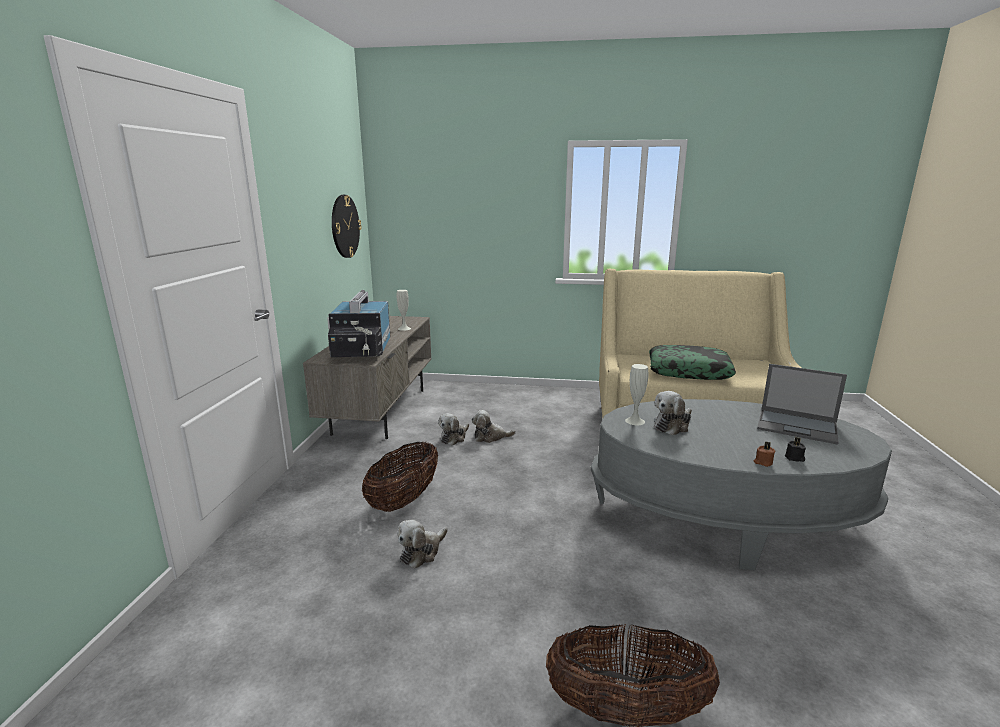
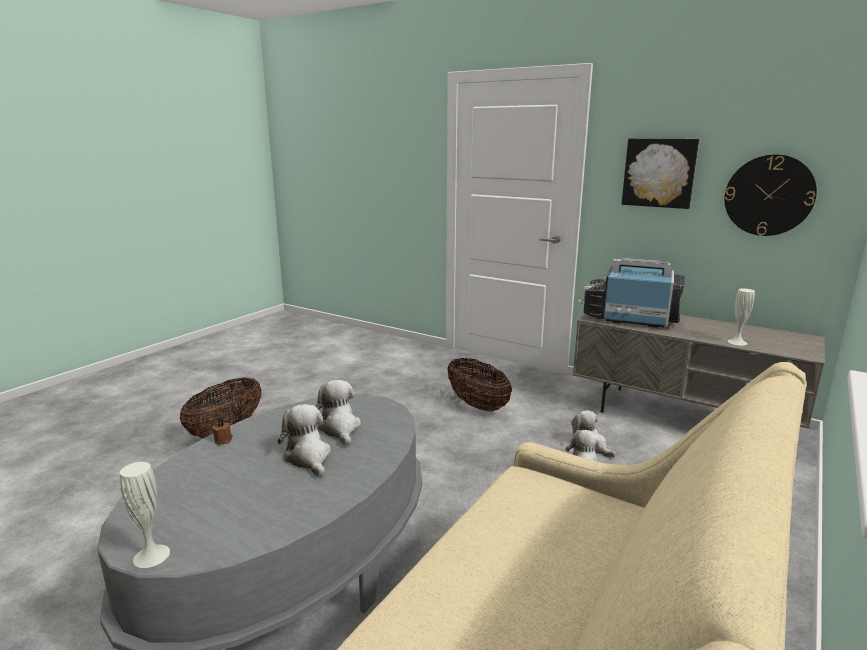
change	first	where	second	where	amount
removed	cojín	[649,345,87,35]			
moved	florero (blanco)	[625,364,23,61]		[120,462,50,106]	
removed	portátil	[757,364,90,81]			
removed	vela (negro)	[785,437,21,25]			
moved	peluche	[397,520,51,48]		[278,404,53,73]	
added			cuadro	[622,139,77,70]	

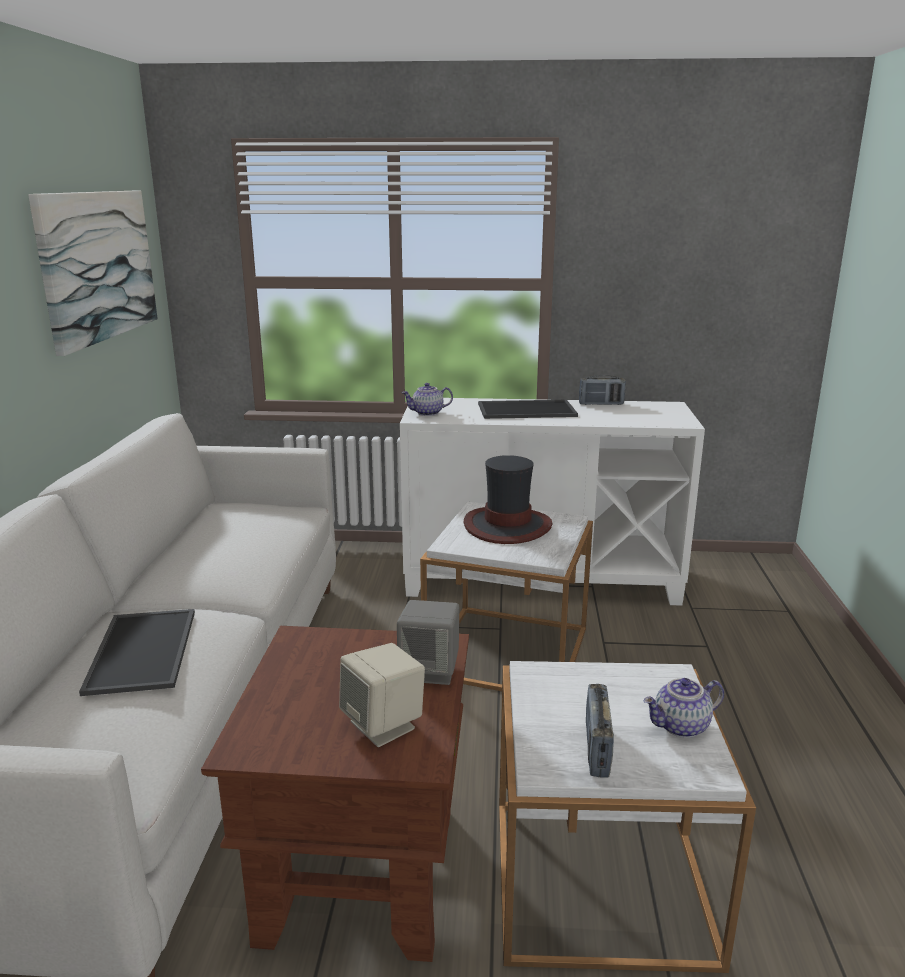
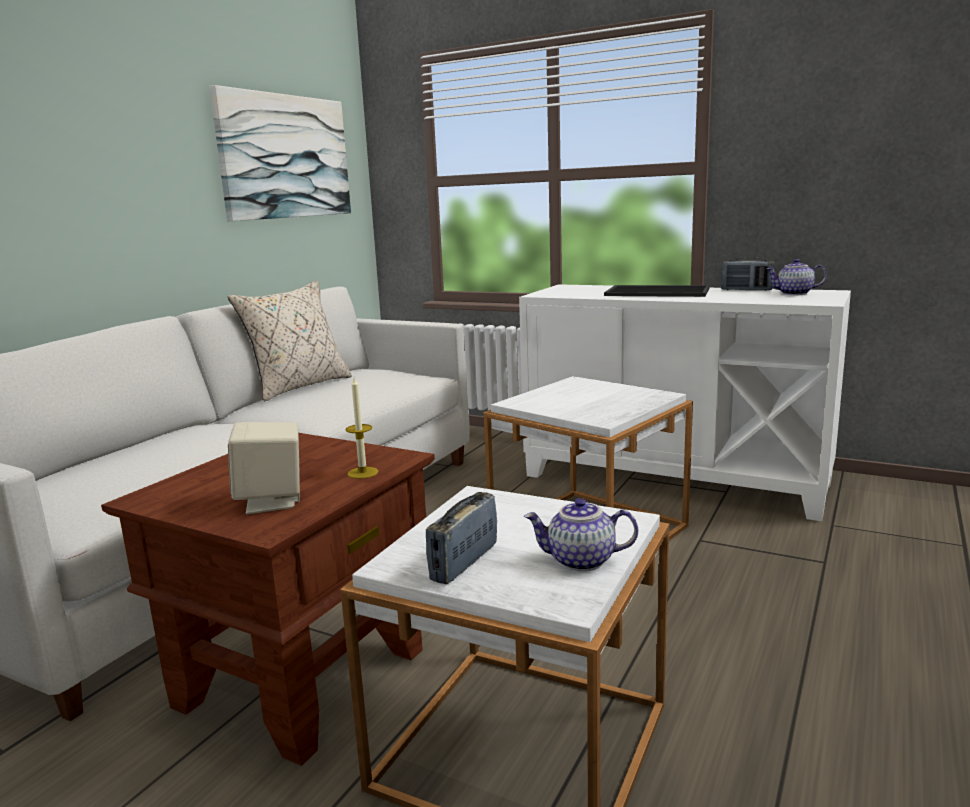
change	first	where	second	where	amount
moved	tetera	[402,383,51,33]		[766,259,61,36]	
removed	sombrero	[464,455,88,89]			
replaced	altavoz (gris)	[397,600,62,85]	vela	[345,378,33,101]	
removed	bandeja	[79,609,116,87]			
added			cojín (beis)	[227,281,125,120]	

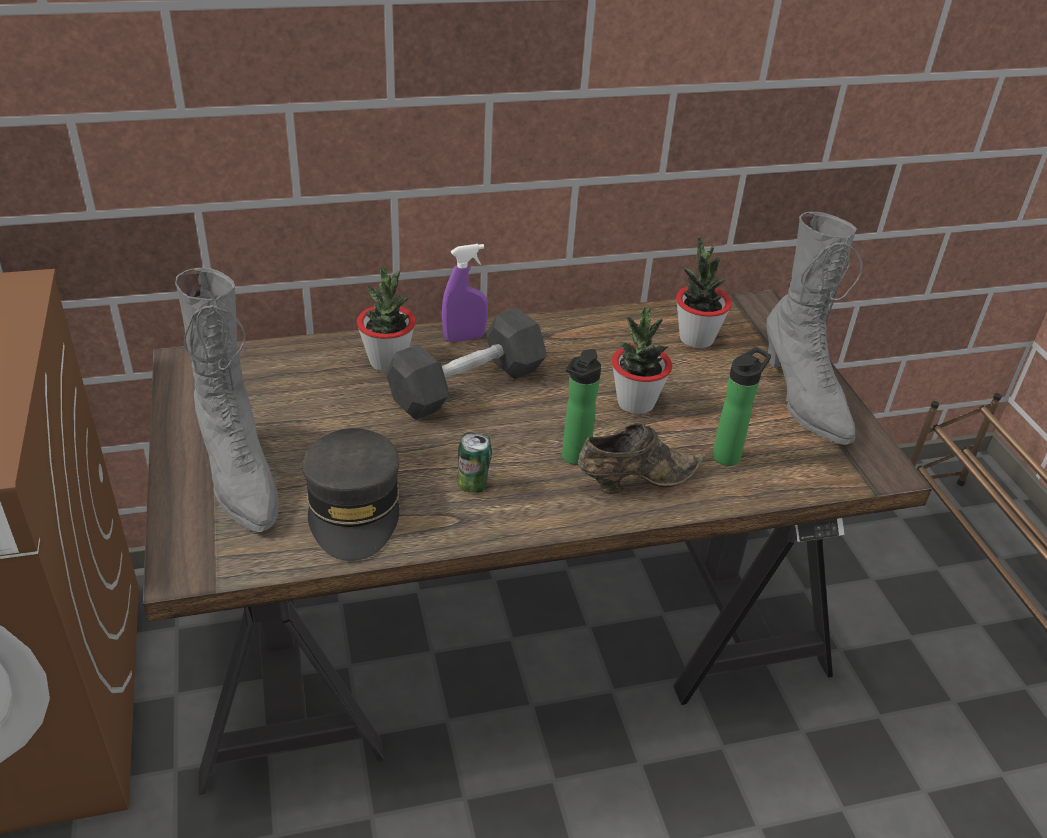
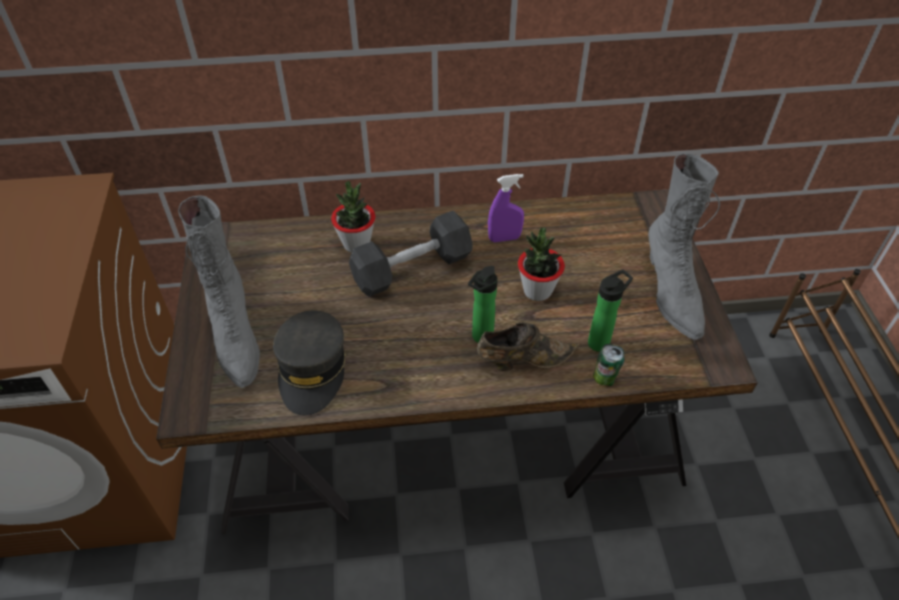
change	first	where	second	where	amount
removed	planta en maceta	[676,235,56,114]			
moved	pulverizador (morado)	[442,244,46,98]		[488,174,36,68]	
moved	lata	[457,432,35,60]		[593,344,32,42]	

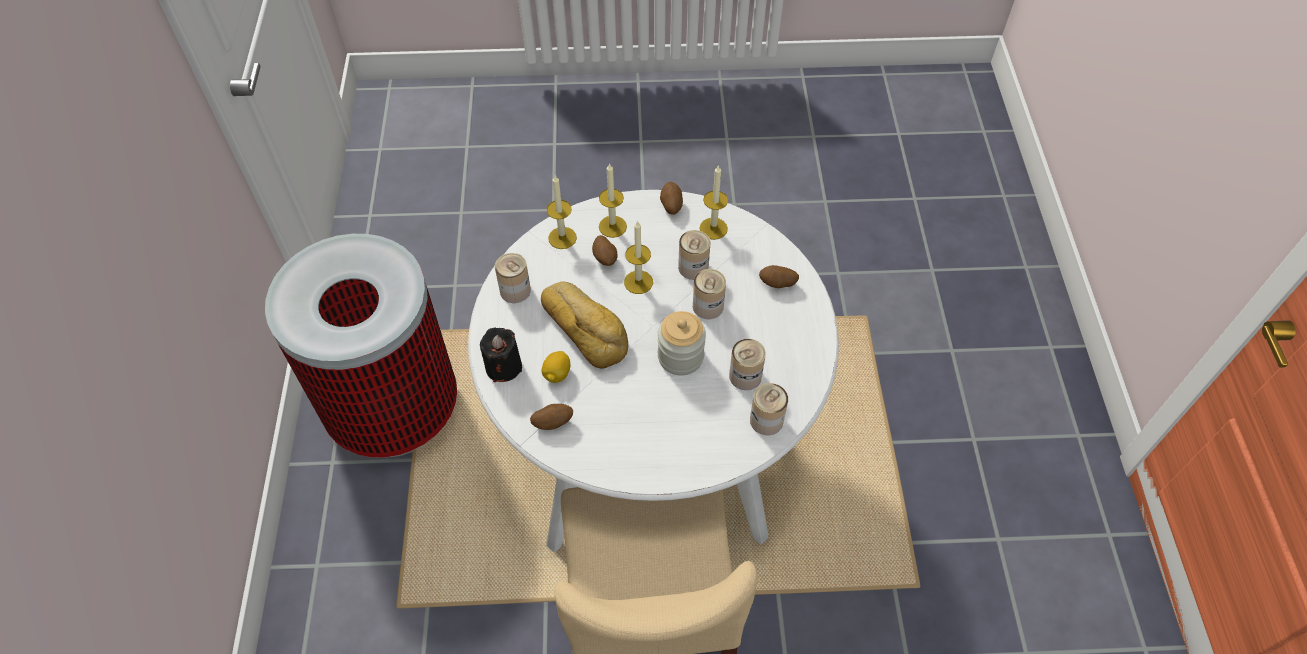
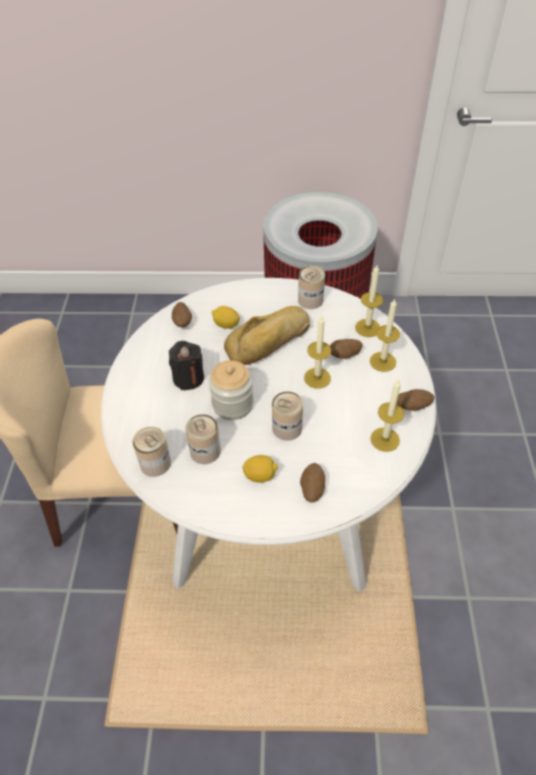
change	first	where	second	where	amount
removed	lata	[678,230,33,50]			
moved	vela (negro)	[480,328,42,54]		[169,341,35,49]	
added			limón	[243,455,35,28]	

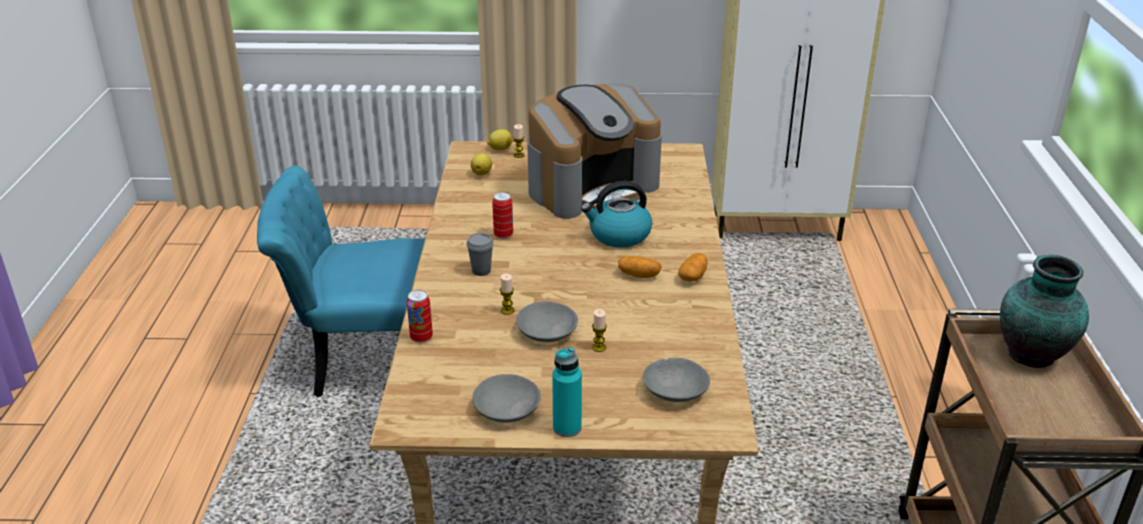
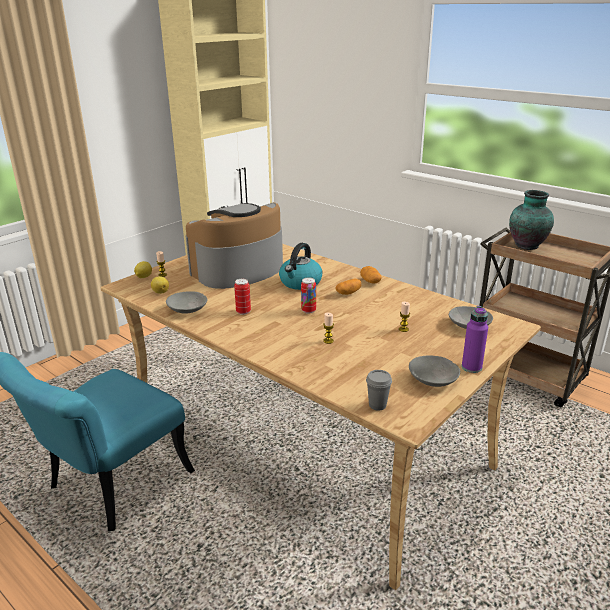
change	first	where	second	where	amount
turned	cafetera	[527,84,135,135]		[186,202,97,87]	135 degrees counterclockwise
moved	taza (gris)	[466,233,28,43]		[366,370,26,41]	
moved	lata	[407,290,26,53]		[301,277,15,37]	
moved	cuenco (gris)	[516,302,62,40]		[166,291,42,23]	
recoloured	botella (turquesa)	[552,347,30,90]	botella (morado)	[462,306,26,67]	

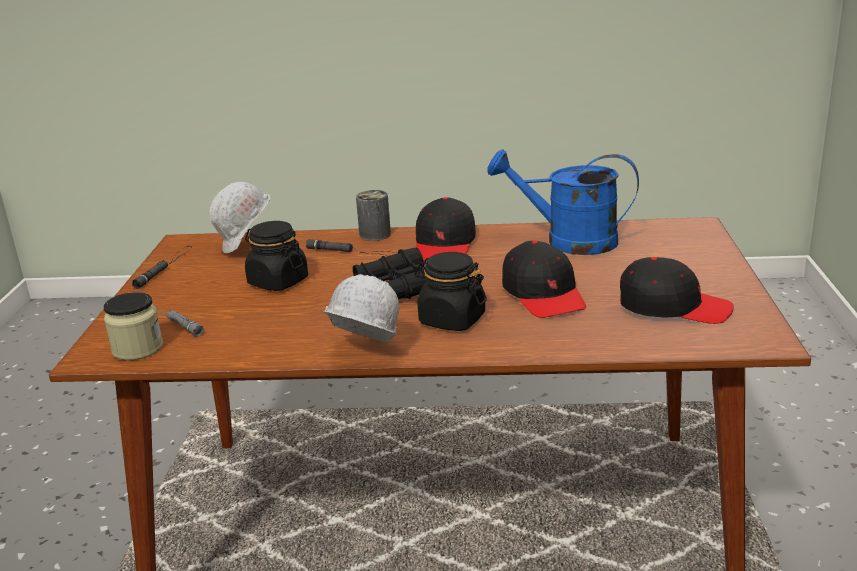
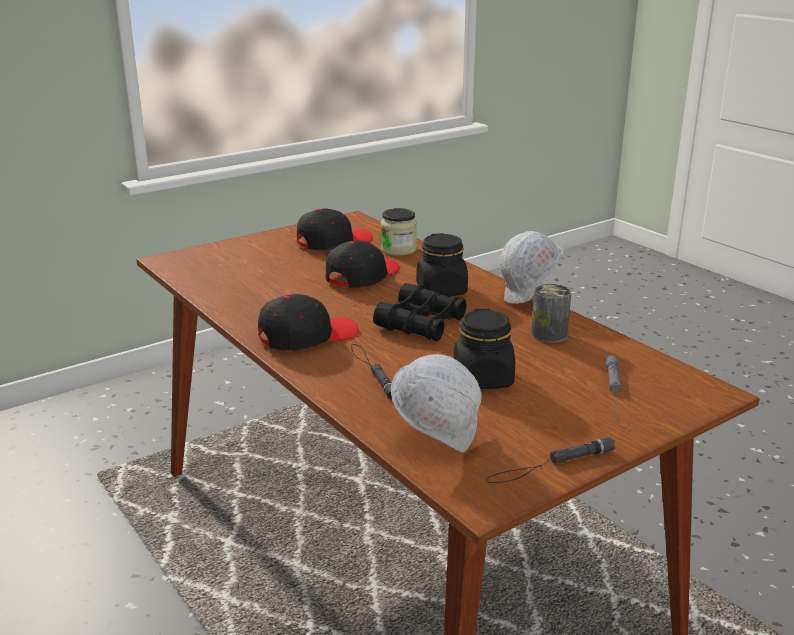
change	first	where	second	where	amount
removed	regadera (azul)	[487,149,152,106]			
moved	lata	[356,190,35,51]		[531,284,40,59]	
turned	gorra (negro)	[620,257,114,67]		[297,209,76,41]	75 degrees clockwise
moved	tarro	[104,292,59,69]		[381,208,36,47]	

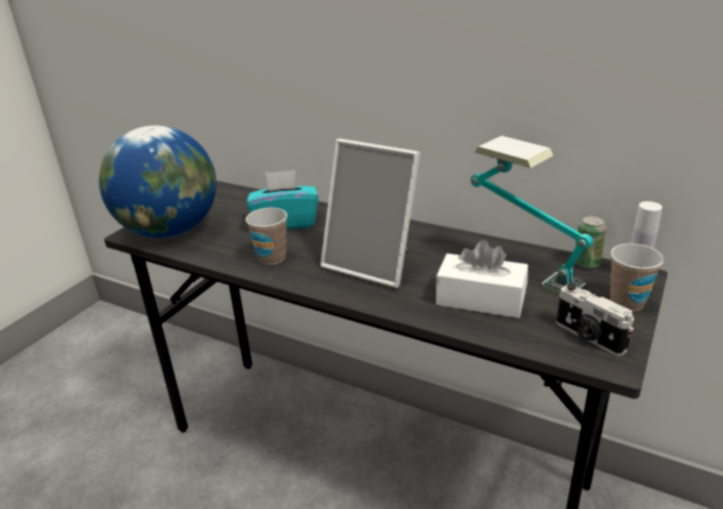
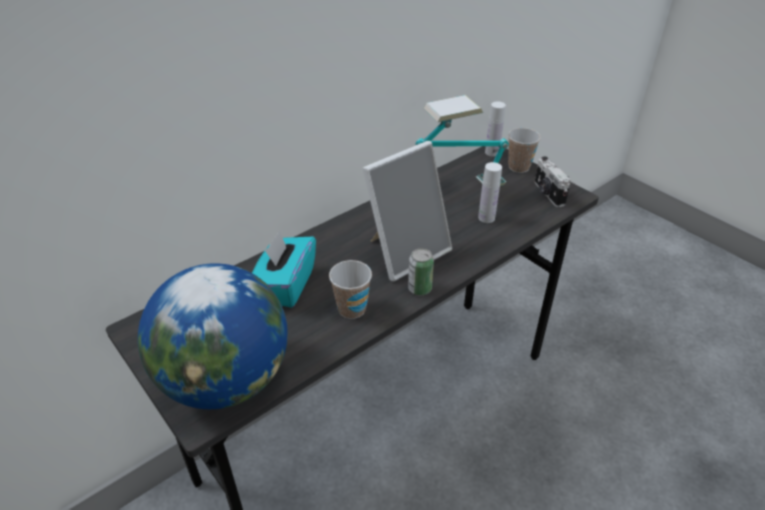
change	first	where	second	where	amount
moved	lata	[575,215,32,54]		[408,248,26,47]	
replaced	caja de pañuelos (blanco)	[436,240,92,78]	botella (blanco)	[478,162,24,61]	
turned	cámara	[556,283,78,73]		[535,156,35,51]	90 degrees clockwise

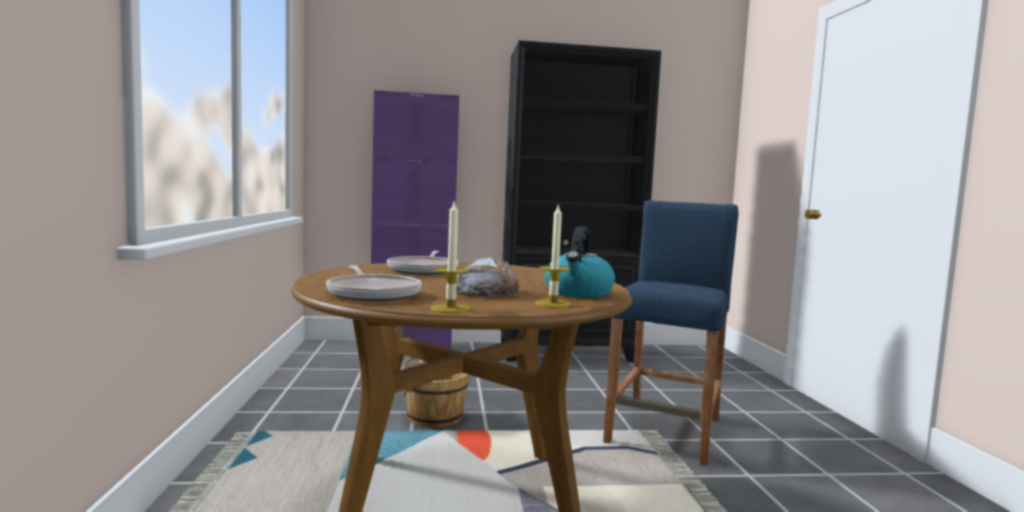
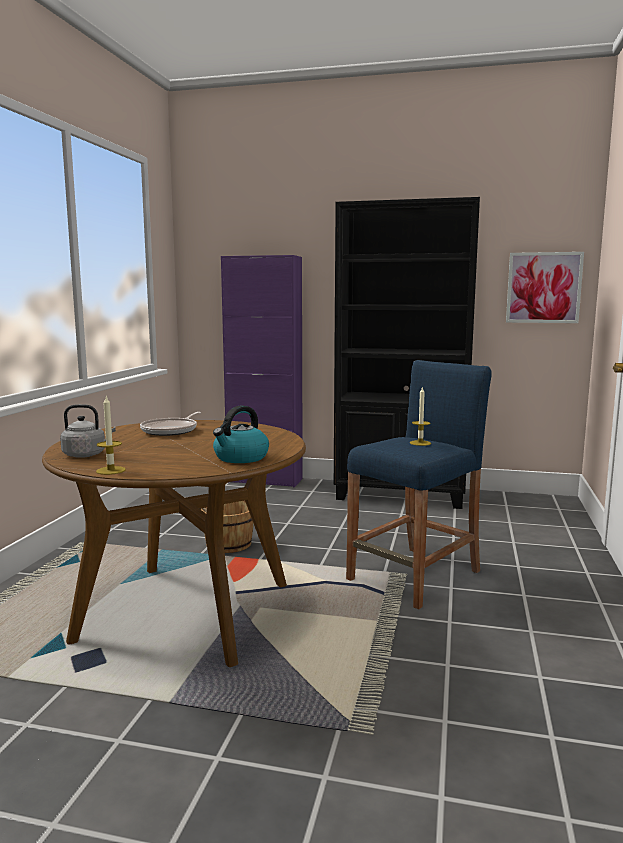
change	first	where	second	where	amount
moved	vela	[535,203,37,105]		[410,386,21,60]	
removed	pan	[456,257,65,39]			
replaced	sartén	[326,265,96,36]	hervidor (gris)	[60,404,56,54]	
added			cuadro	[506,252,78,71]	

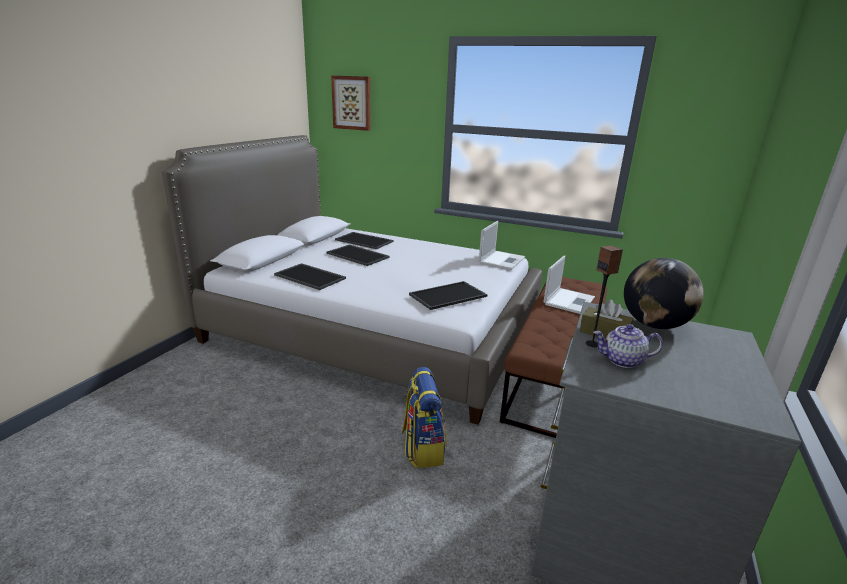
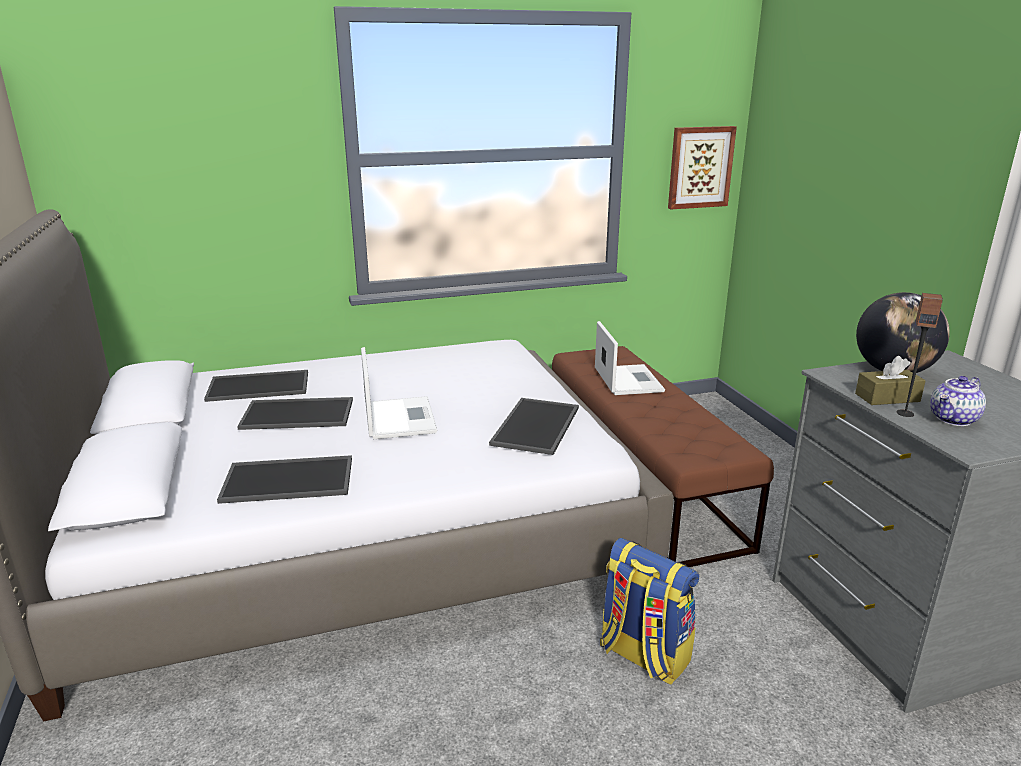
change	first	where	second	where	amount
moved	cuadro	[331,75,40,56]		[668,126,69,83]	
moved	portátil	[479,221,46,49]		[361,347,76,92]	

